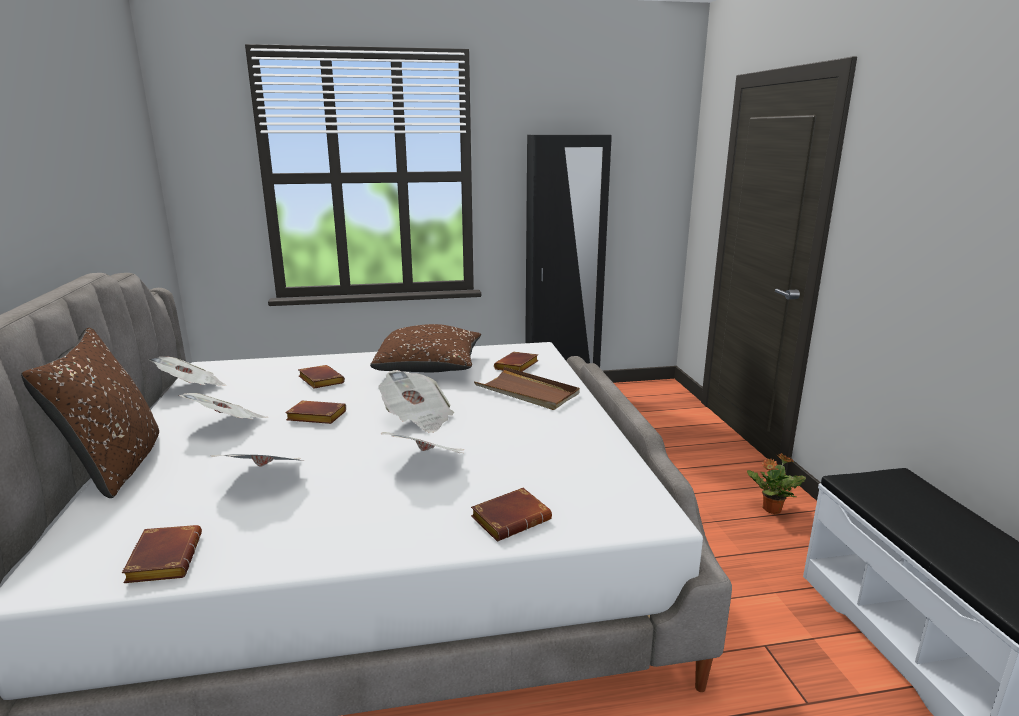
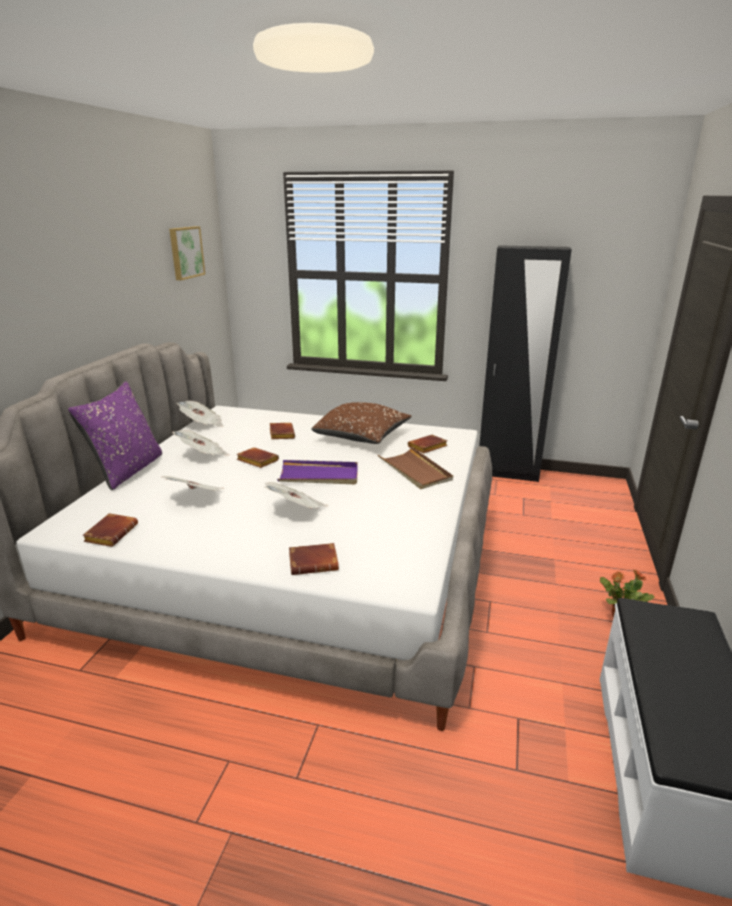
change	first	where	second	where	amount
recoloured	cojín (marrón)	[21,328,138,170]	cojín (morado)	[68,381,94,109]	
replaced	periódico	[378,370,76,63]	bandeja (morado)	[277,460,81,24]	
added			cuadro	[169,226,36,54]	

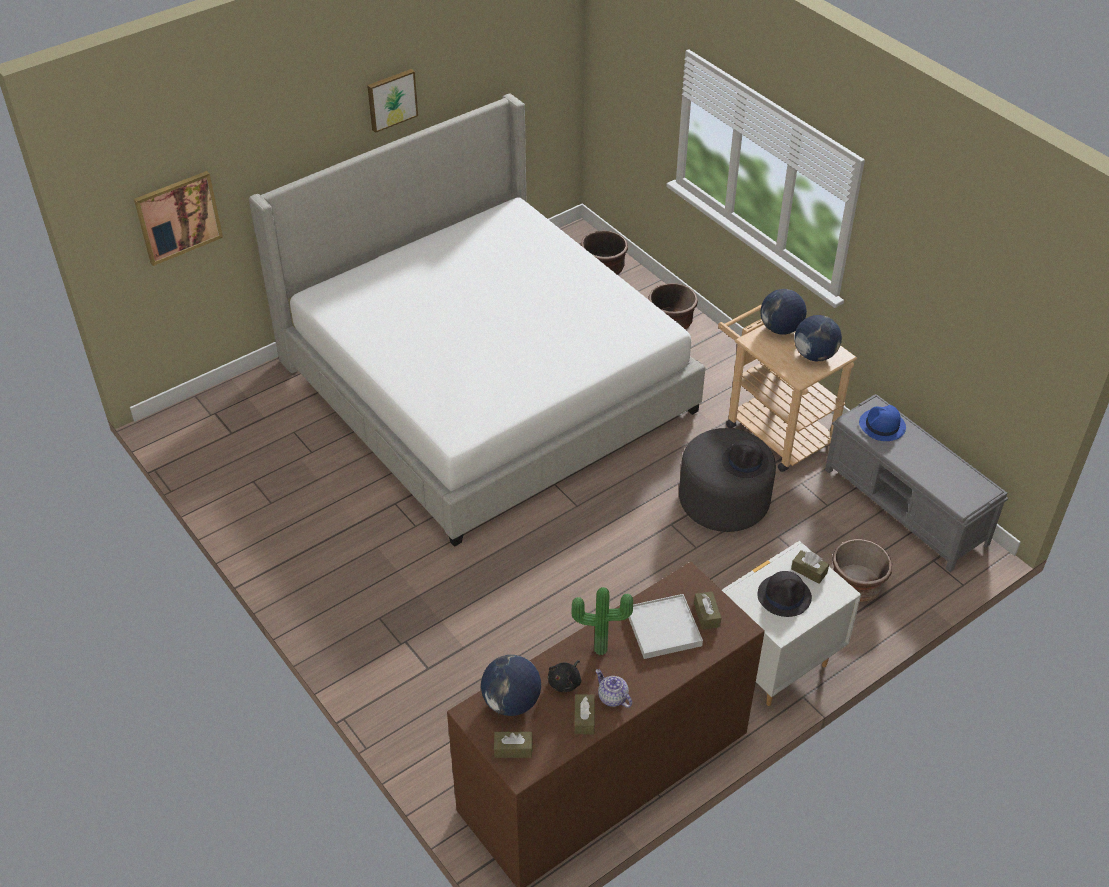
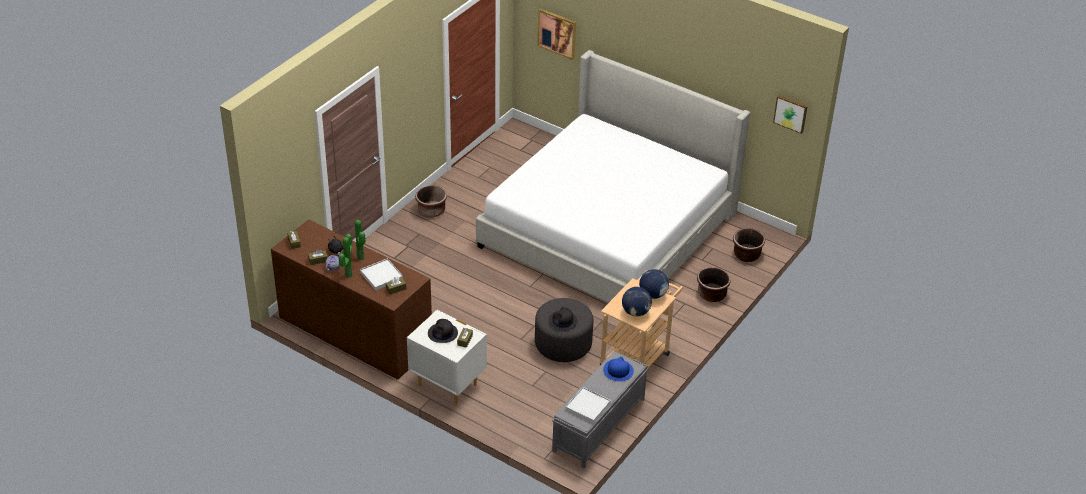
change	first	where	second	where	amount
moved	cuadro	[367,69,51,64]		[773,95,35,39]	
moved	maceta (marrón)	[832,539,60,63]		[415,186,32,32]	
removed	globo terráqueo	[481,655,60,61]			
added			planta en maceta	[338,234,14,44]	
added			bandeja (blanco)	[565,387,46,36]	

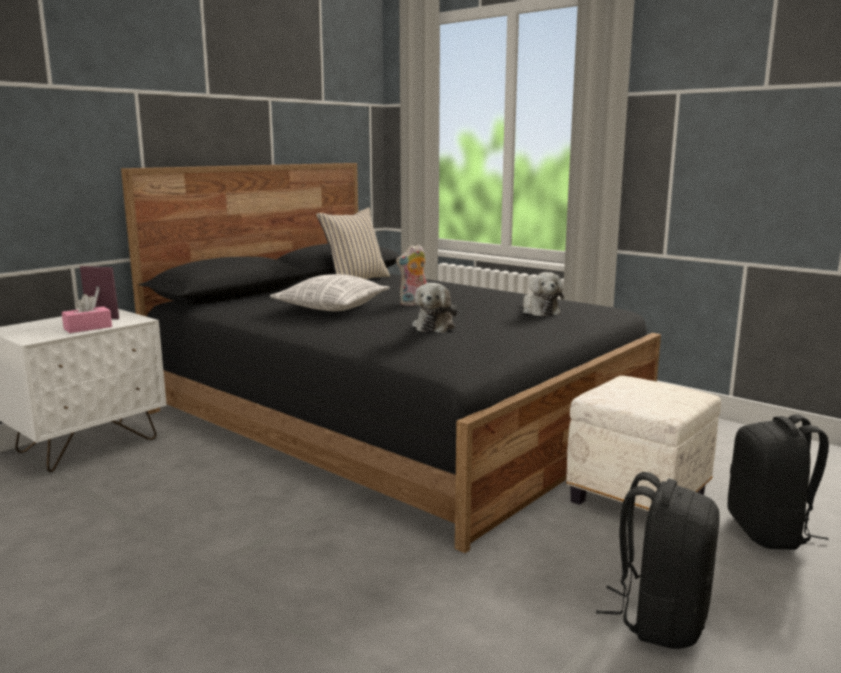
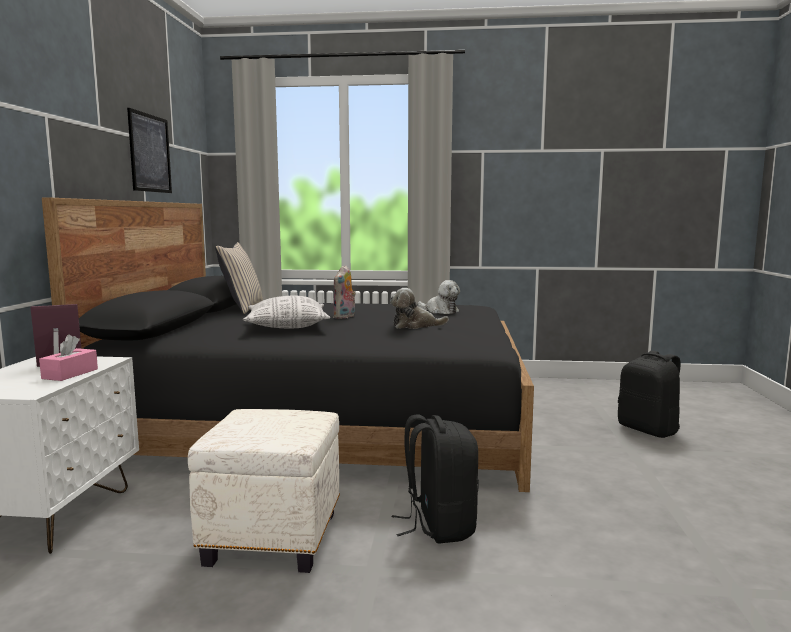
change	first	where	second	where	amount
turned	peluche	[412,283,46,50]		[390,288,59,41]	105 degrees clockwise
moved	puf (blanco)	[566,376,155,135]		[188,409,152,164]	
moved	mochila (negro)	[596,472,123,177]		[392,414,87,130]	
added			cuadro	[127,108,45,85]	

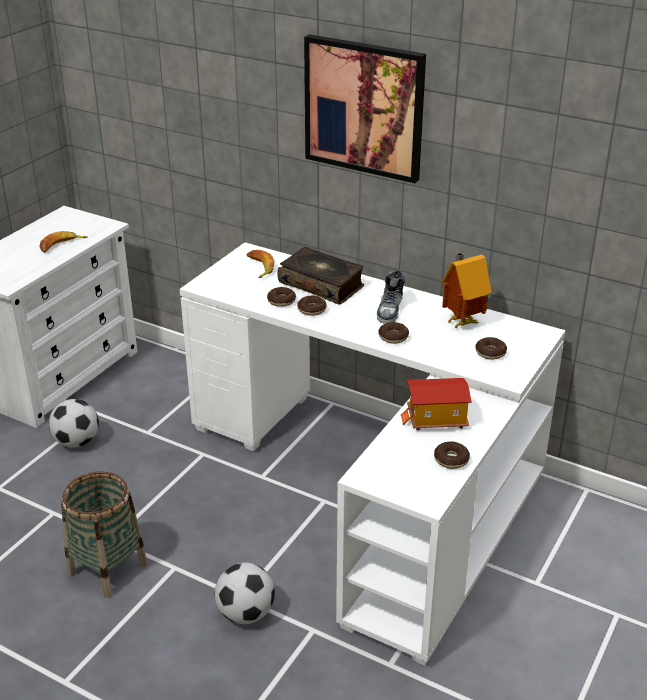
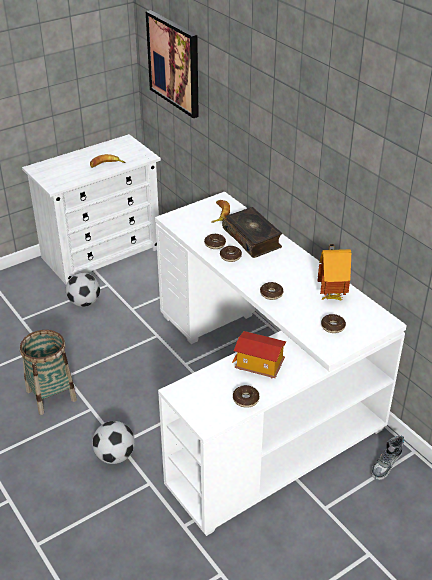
change	first	where	second	where	amount
moved	cuadro	[304,34,122,149]		[146,10,53,108]	
moved	zapato	[377,270,28,54]		[372,435,32,45]	

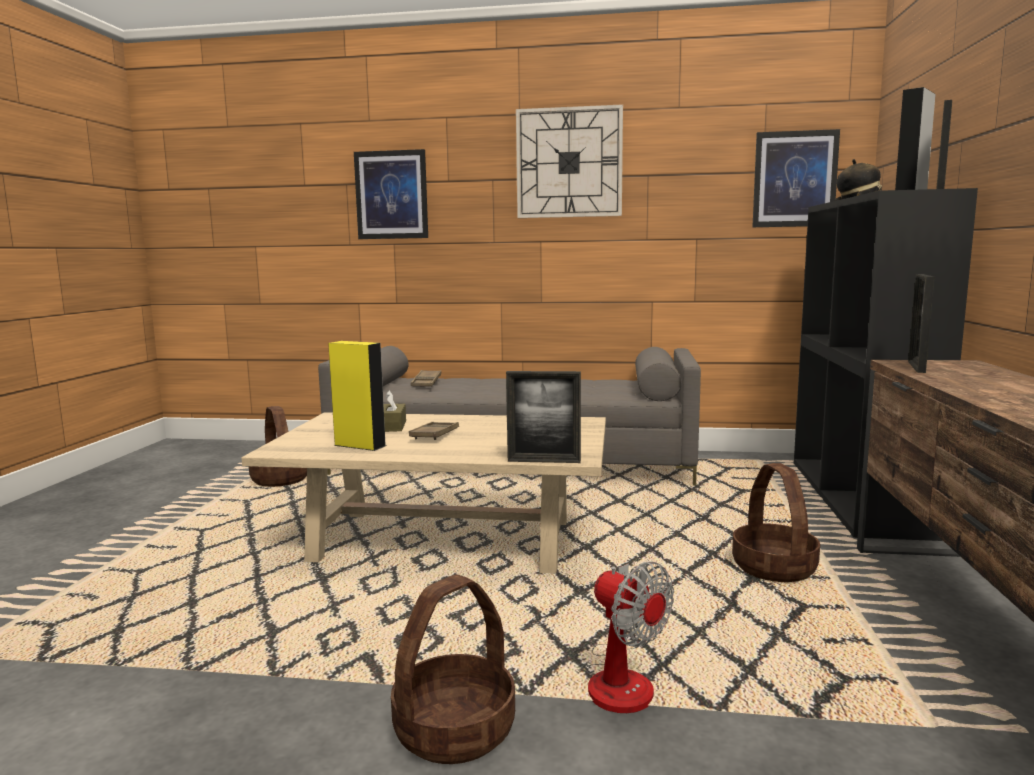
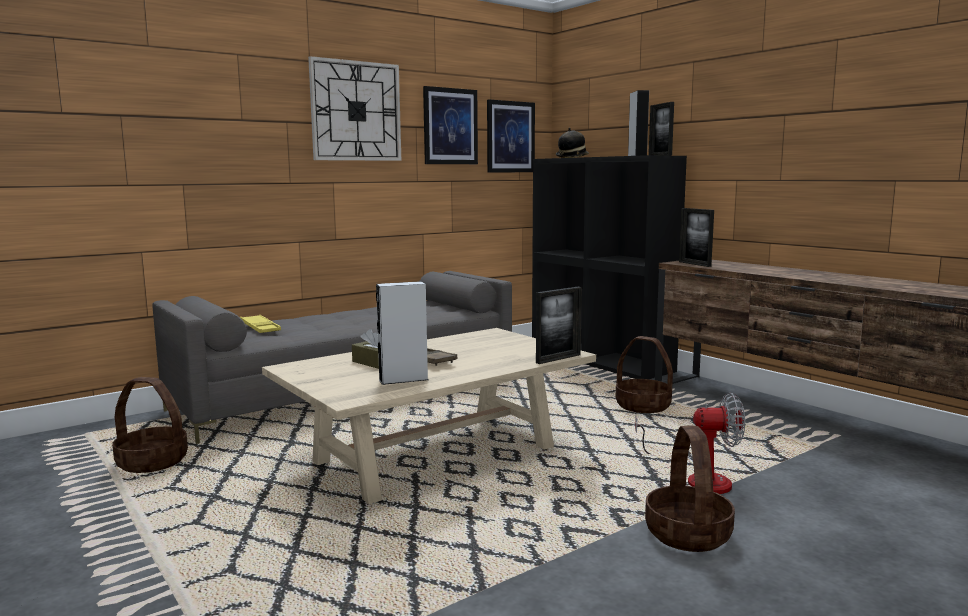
change	first	where	second	where	amount
moved	cuadro	[354,149,74,90]		[423,86,55,78]	
recoloured	altavoz (amarillo)	[328,341,57,110]	altavoz (gris)	[376,281,52,104]	
recoloured	bandeja (marrón)	[411,370,30,17]	bandeja (amarillo)	[240,315,41,18]	

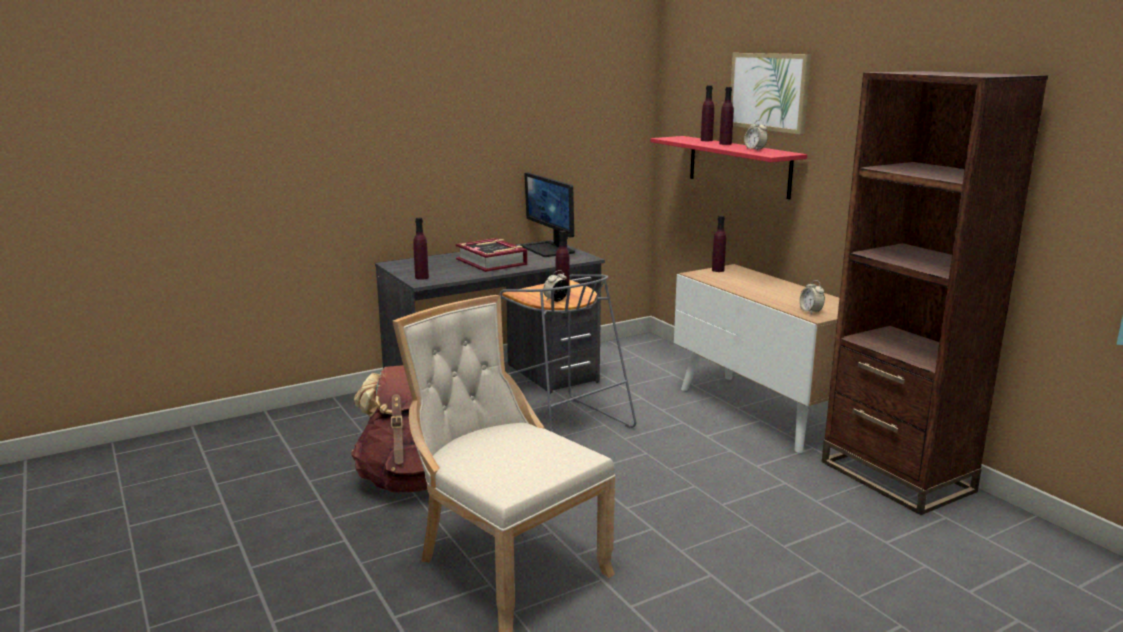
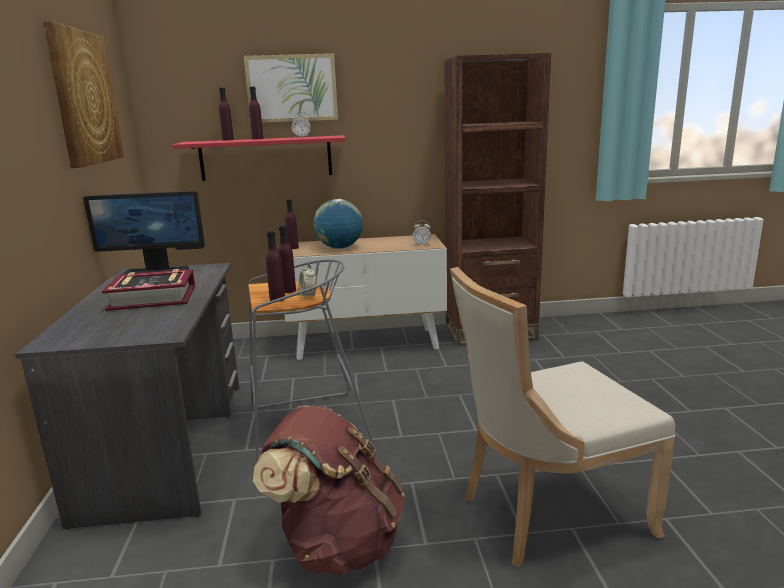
change	first	where	second	where	amount
moved	botella (morado)	[413,218,16,62]		[266,231,19,71]	
added			cuadro	[43,21,81,147]	
added			globo terráqueo	[314,199,49,50]	

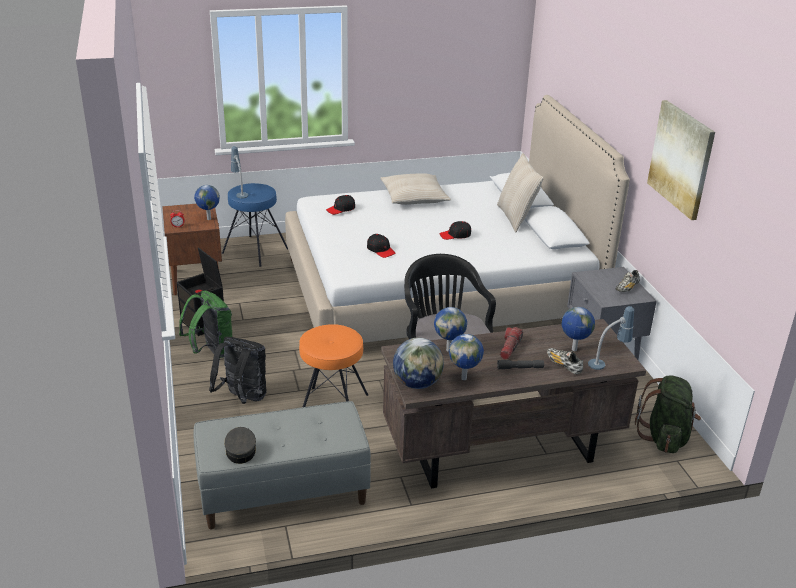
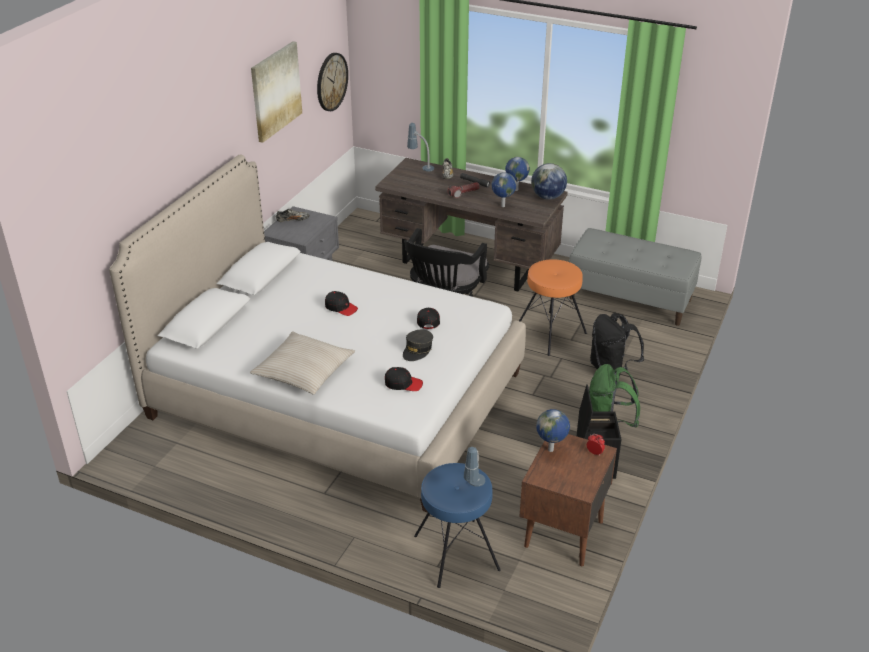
change	first	where	second	where	amount
removed	cojín (beis)	[497,153,47,79]			
removed	globo terráqueo	[562,307,33,44]			
removed	mochila (verde)	[635,376,66,77]			
moved	gorra (gris)	[224,427,32,37]		[403,330,30,31]	
added			reloj de pared	[317,53,31,58]	

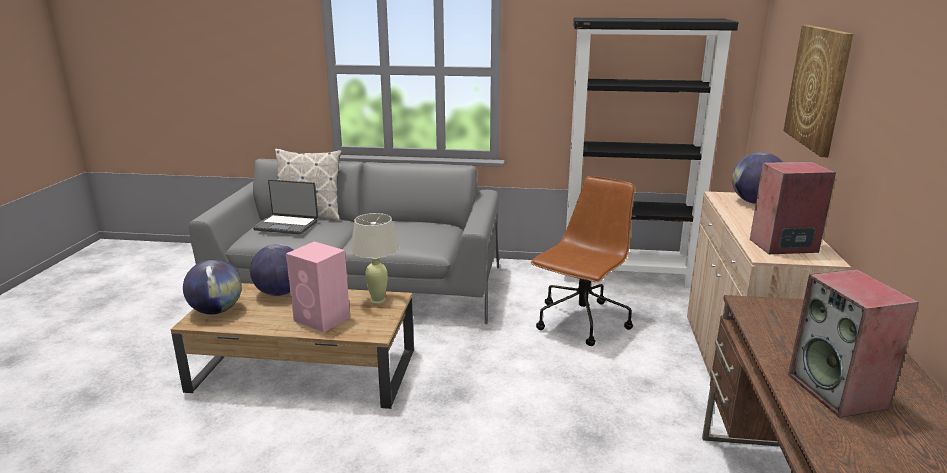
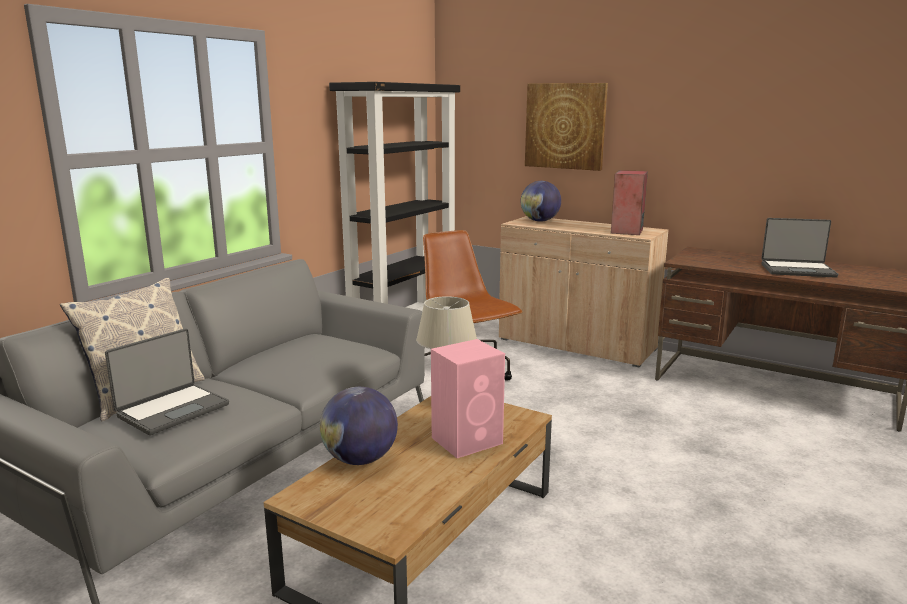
change	first	where	second	where	amount
removed	globo terráqueo	[183,260,59,54]			
replaced	altavoz	[788,269,131,149]	portátil	[761,218,77,60]	

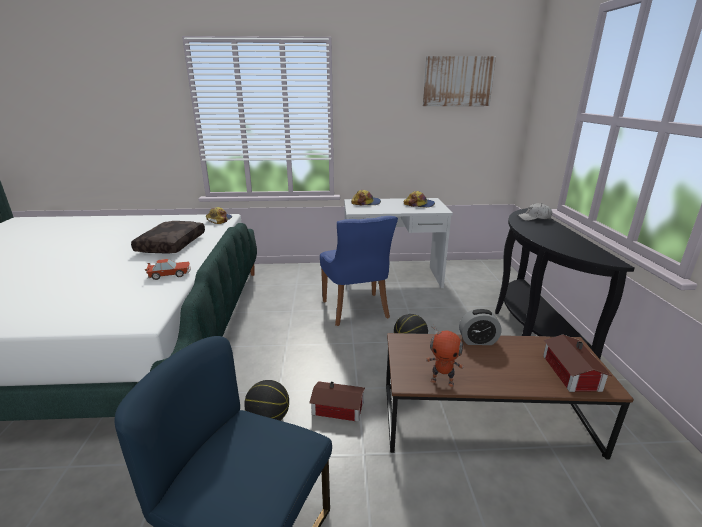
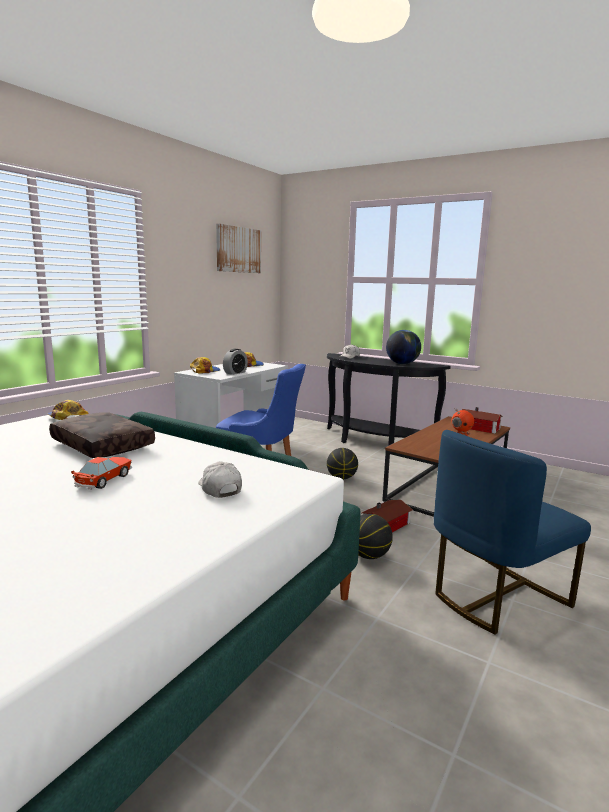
change	first	where	second	where	amount
moved	coche de juguete	[145,259,46,21]		[71,457,61,33]	
moved	despertador	[459,309,43,36]		[223,349,25,26]	
added			globo terráqueo	[386,330,35,34]	
added			gorra (blanco)	[198,462,44,36]	

